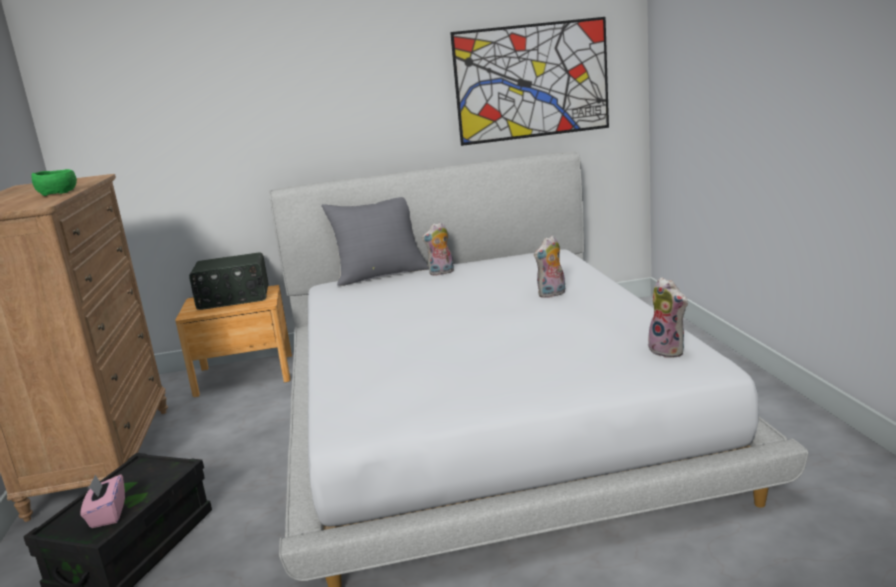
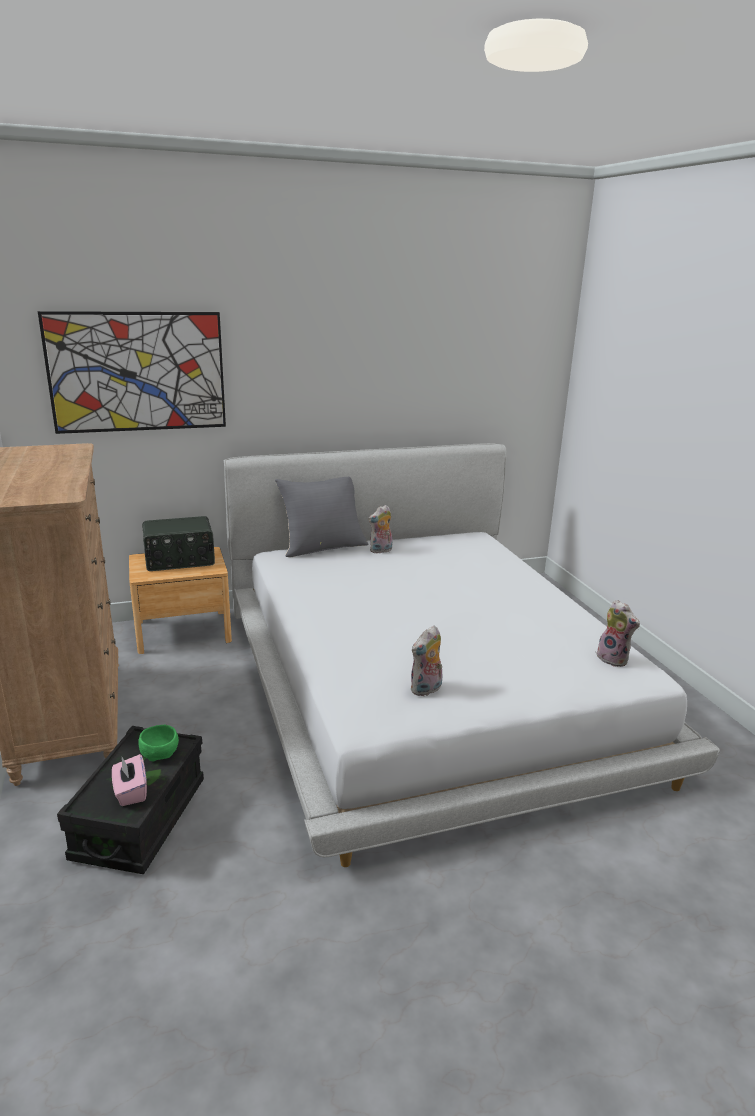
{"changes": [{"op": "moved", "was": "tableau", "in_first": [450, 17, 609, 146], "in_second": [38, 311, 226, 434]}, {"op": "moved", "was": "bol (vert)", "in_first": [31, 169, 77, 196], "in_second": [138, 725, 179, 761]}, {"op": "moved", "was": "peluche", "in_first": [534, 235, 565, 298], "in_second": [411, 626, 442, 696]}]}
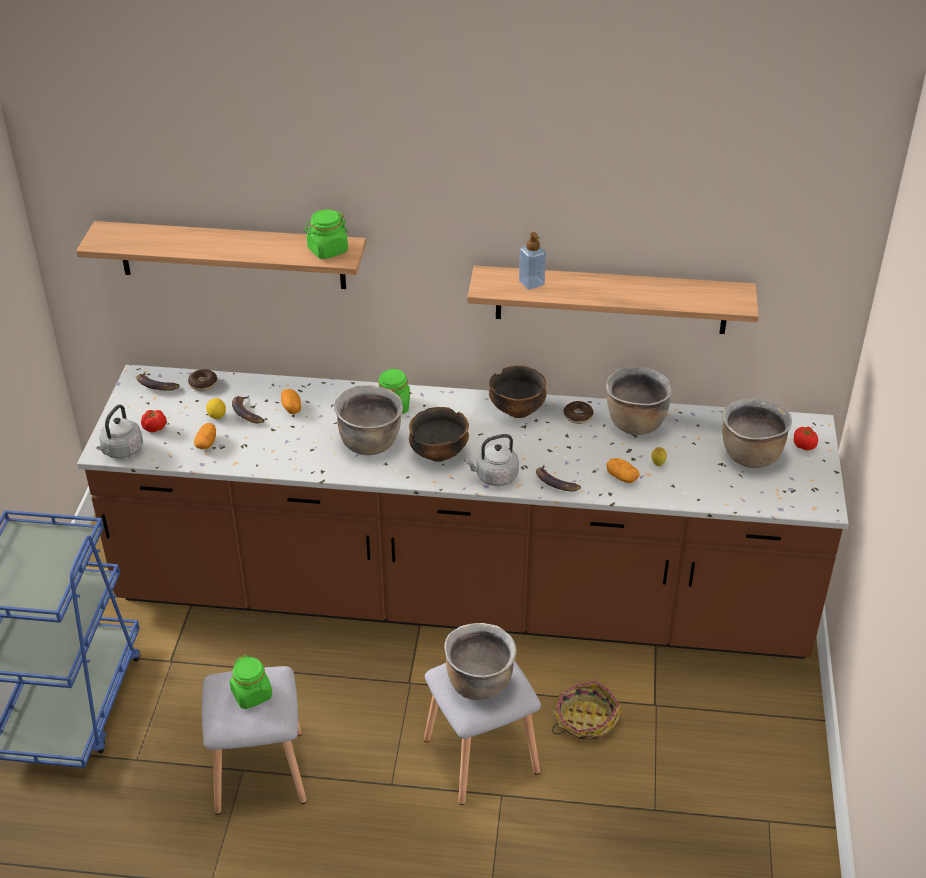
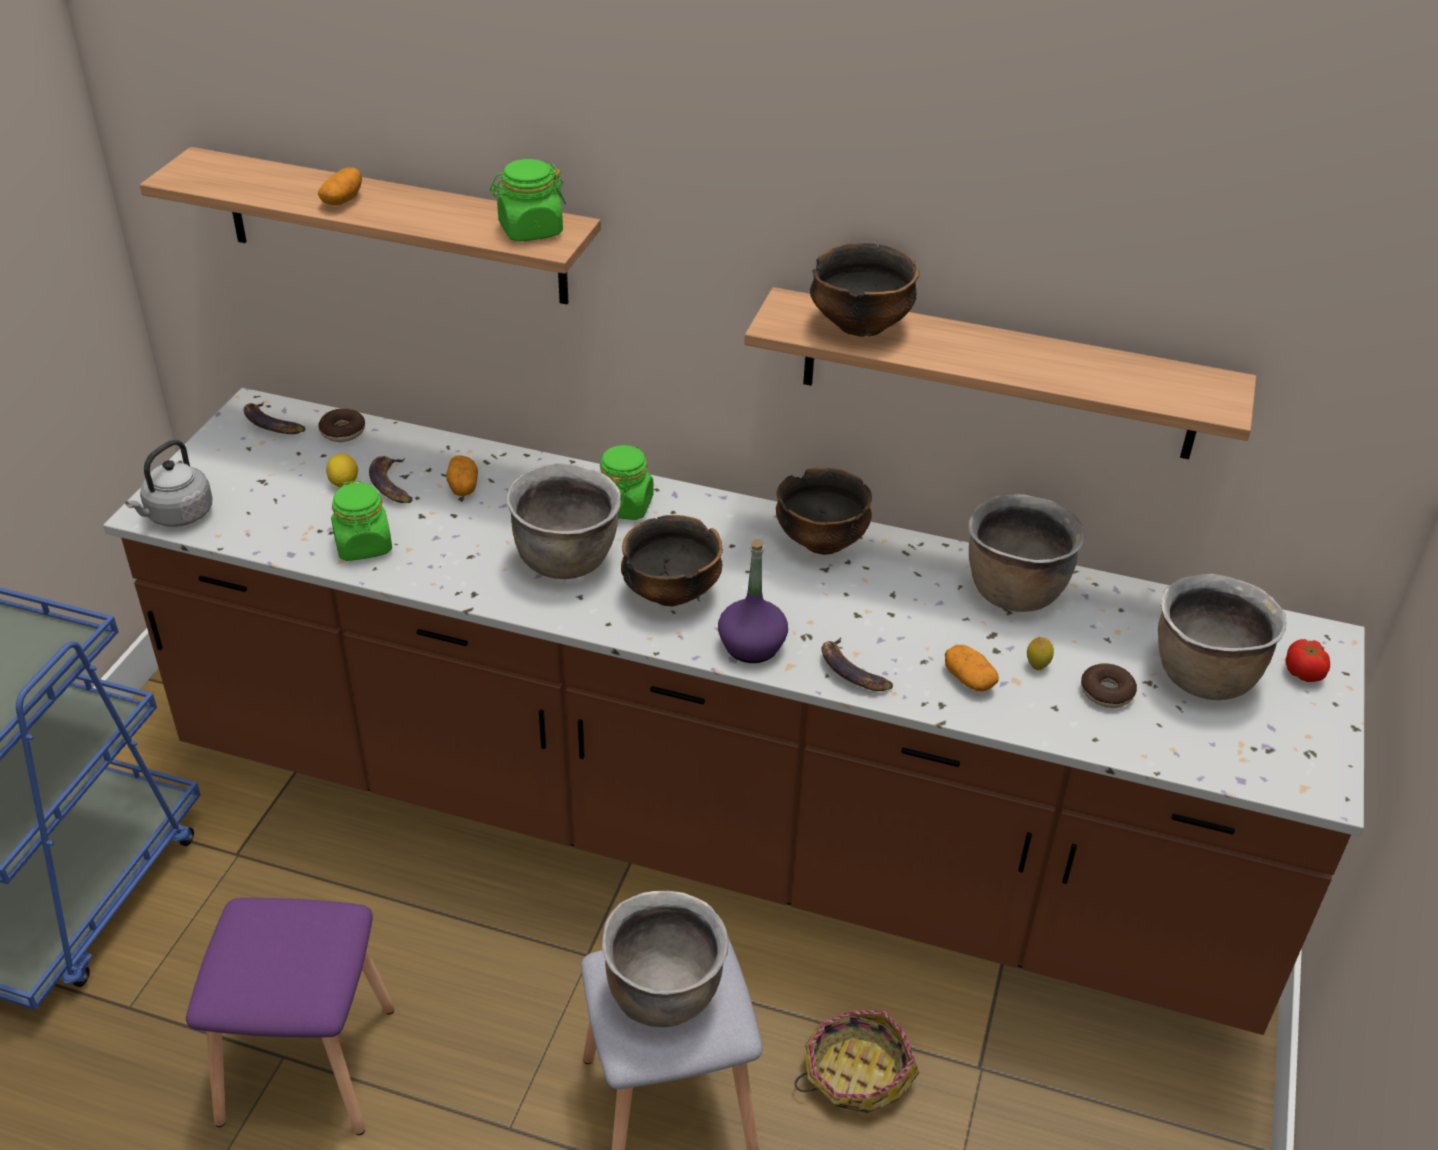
{"changes": [{"op": "recoloured", "was": "tabouret (gris)", "now": "tabouret (violet)", "in_first": [202, 666, 307, 815], "in_second": [186, 898, 394, 1135]}, {"op": "moved", "was": "pomme de terre", "in_first": [194, 423, 216, 449], "in_second": [318, 167, 362, 205]}, {"op": "moved", "was": "bocal (vert)", "in_first": [230, 655, 272, 709], "in_second": [331, 480, 392, 561]}, {"op": "replaced", "was": "bouilloire (gris)", "now": "bouteille (violet)", "in_first": [464, 434, 519, 486], "in_second": [718, 539, 788, 663]}, {"op": "replaced", "was": "distributeur de savon", "now": "bol", "in_first": [519, 232, 546, 290], "in_second": [810, 243, 920, 337]}, {"op": "moved", "was": "beignet", "in_first": [564, 401, 593, 424], "in_second": [1081, 663, 1137, 708]}, {"op": "removed", "was": "tomate", "in_first": [141, 409, 166, 432]}]}
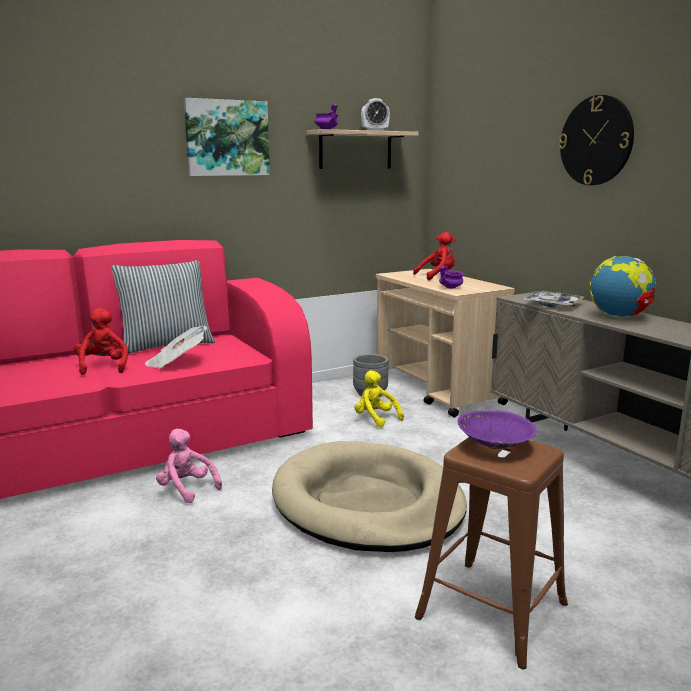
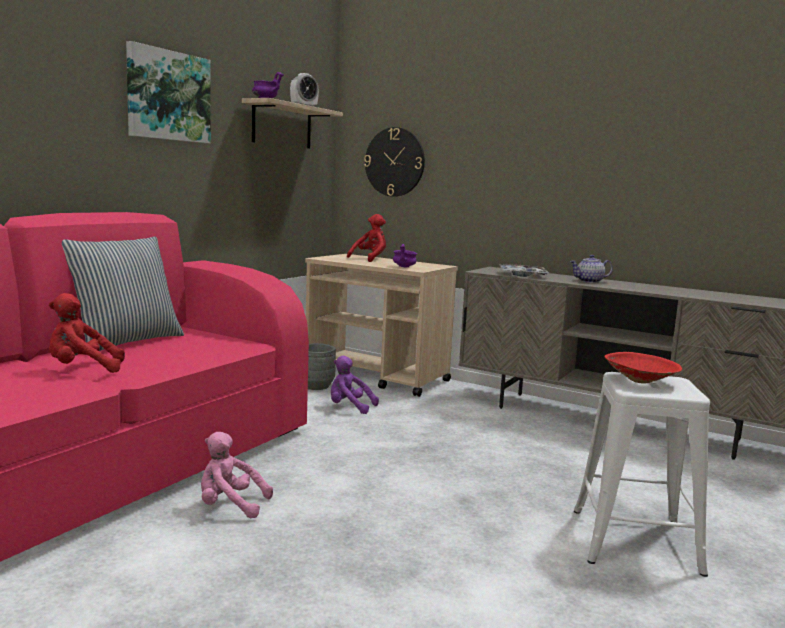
{"changes": [{"op": "turned", "was": "peluche (rouge)", "in_first": [74, 308, 128, 375], "in_second": [49, 293, 125, 373], "clockwise": -60}, {"op": "recoloured", "was": "peluche (jaune)", "now": "peluche (violet)", "in_first": [355, 370, 404, 428], "in_second": [331, 356, 379, 414]}, {"op": "moved", "was": "horloge murale", "in_first": [559, 95, 634, 185], "in_second": [364, 127, 425, 197]}, {"op": "replaced", "was": "globe", "now": "théière", "in_first": [590, 256, 656, 319], "in_second": [570, 255, 613, 283]}, {"op": "recoloured", "was": "tabouret (marron)", "now": "tabouret (blanc)", "in_first": [415, 437, 568, 669], "in_second": [574, 372, 710, 577]}, {"op": "recoloured", "was": "bol (violet)", "now": "bol (rouge)", "in_first": [458, 410, 537, 449], "in_second": [604, 352, 682, 384]}, {"op": "removed", "was": "journal", "in_first": [145, 326, 208, 369]}, {"op": "removed", "was": "panier pour chien (beige)", "in_first": [272, 441, 467, 552]}]}
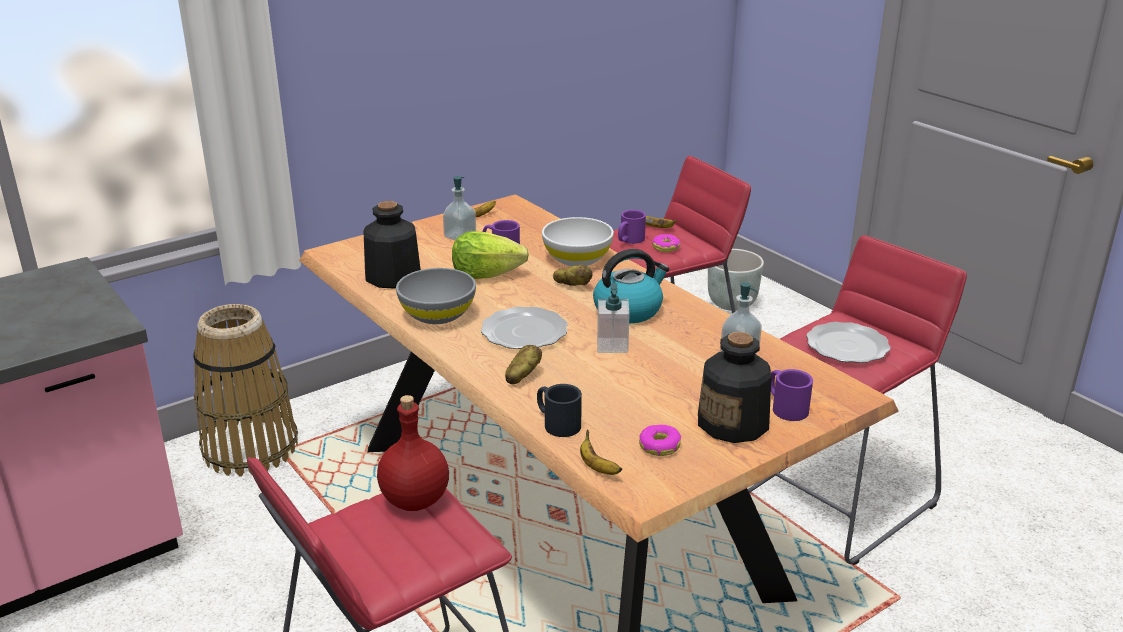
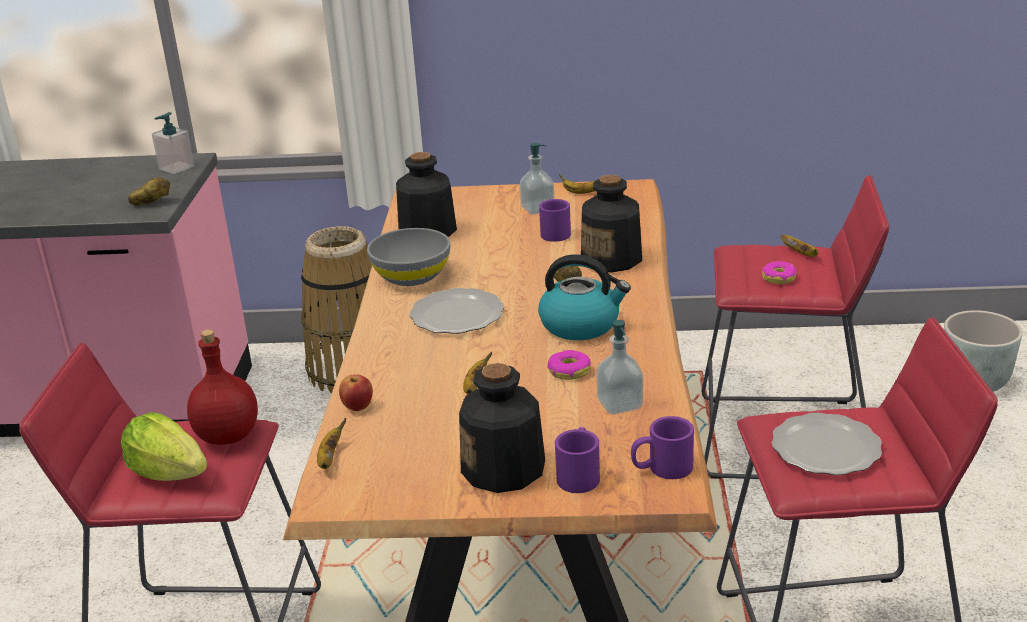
{"changes": [{"op": "moved", "was": "laitue", "in_first": [452, 231, 529, 279], "in_second": [121, 412, 207, 481]}, {"op": "moved", "was": "pomme de terre", "in_first": [505, 345, 542, 384], "in_second": [128, 177, 170, 205]}, {"op": "moved", "was": "distributeur de savon", "in_first": [597, 283, 630, 353], "in_second": [152, 112, 195, 174]}, {"op": "replaced", "was": "mug (noir)", "now": "pomme", "in_first": [537, 384, 582, 437], "in_second": [339, 374, 373, 411]}, {"op": "added", "now": "banane", "in_second": [463, 352, 492, 394]}, {"op": "moved", "was": "beignet", "in_first": [639, 425, 681, 456], "in_second": [547, 350, 591, 380]}, {"op": "replaced", "was": "bol (blanc)", "now": "bouteille", "in_first": [542, 217, 614, 266], "in_second": [581, 175, 642, 273]}, {"op": "moved", "was": "mug (violet)", "in_first": [618, 210, 646, 244], "in_second": [631, 416, 694, 479]}]}
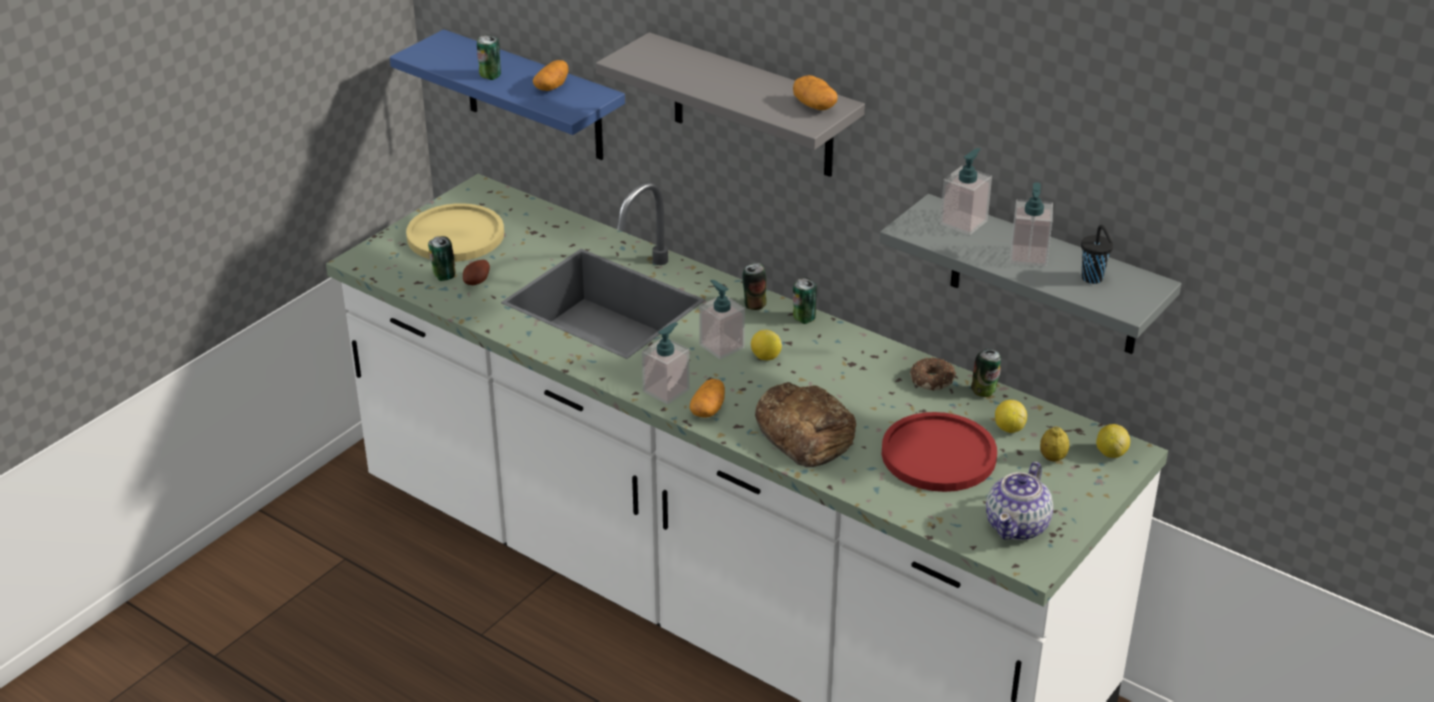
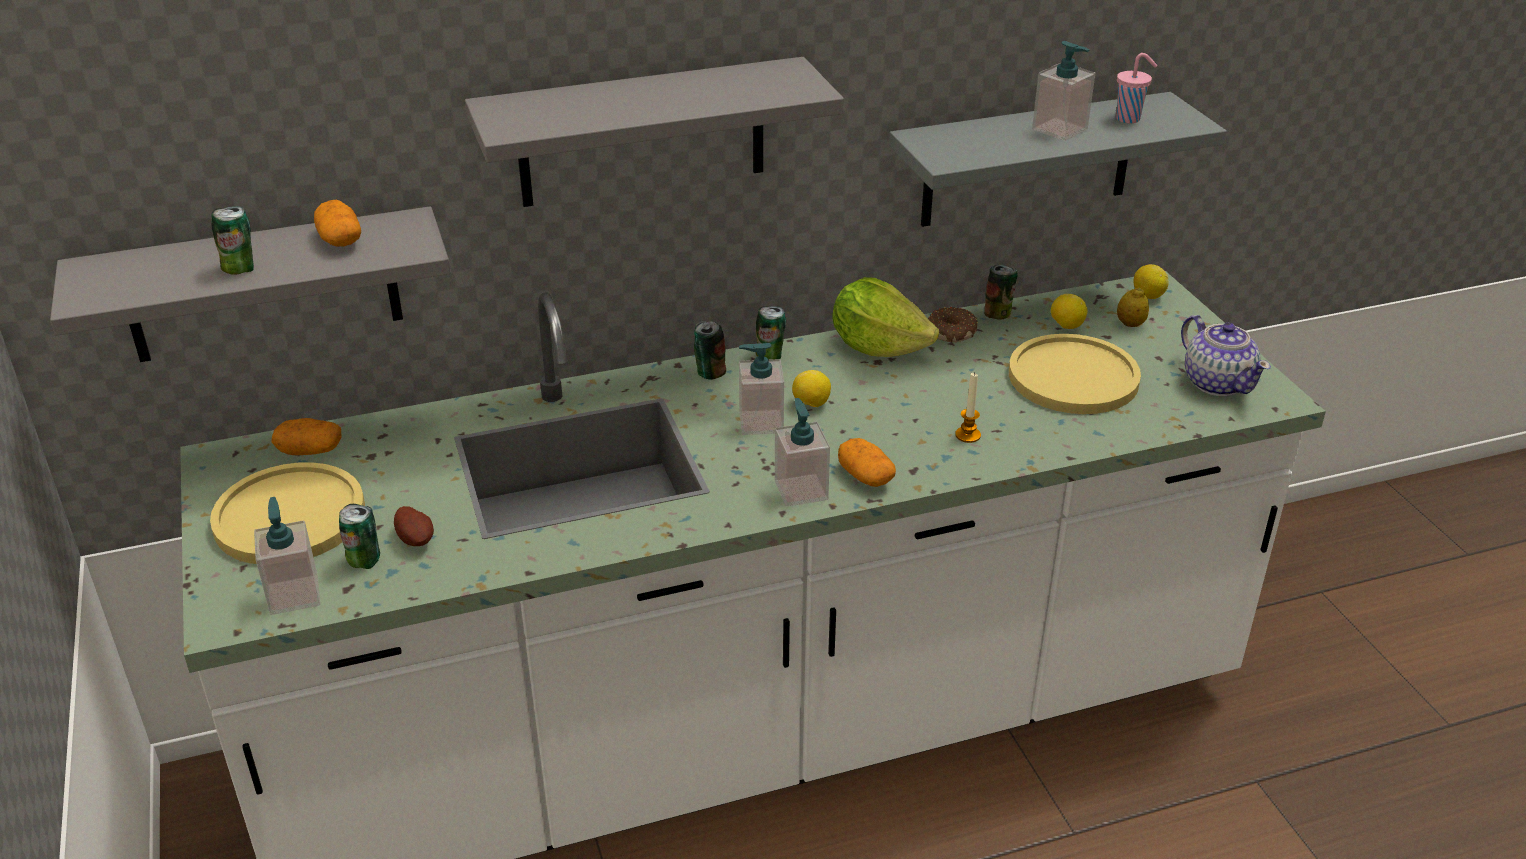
{"changes": [{"op": "recoloured", "was": "étagère (bleu)", "now": "étagère (gris)", "in_first": [390, 29, 625, 160], "in_second": [50, 207, 451, 362]}, {"op": "moved", "was": "distributeur de savon", "in_first": [940, 148, 992, 235], "in_second": [254, 497, 320, 615]}, {"op": "moved", "was": "pomme de terre", "in_first": [793, 75, 837, 110], "in_second": [271, 418, 341, 455]}, {"op": "added", "now": "laitue", "in_second": [832, 277, 939, 357]}, {"op": "replaced", "was": "pain", "now": "bougie", "in_first": [755, 382, 856, 468], "in_second": [955, 372, 981, 443]}, {"op": "recoloured", "was": "assiette (rouge)", "now": "assiette (jaune)", "in_first": [882, 412, 997, 492], "in_second": [1009, 334, 1141, 414]}, {"op": "recoloured", "was": "tasse (noir)", "now": "tasse (rose)", "in_first": [1081, 225, 1113, 284], "in_second": [1116, 53, 1157, 123]}]}
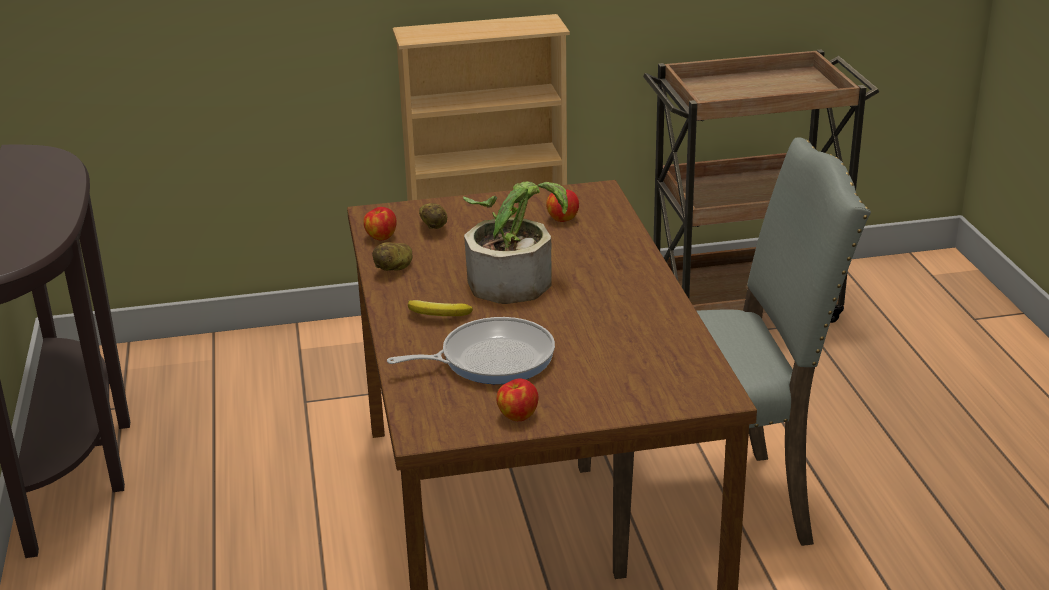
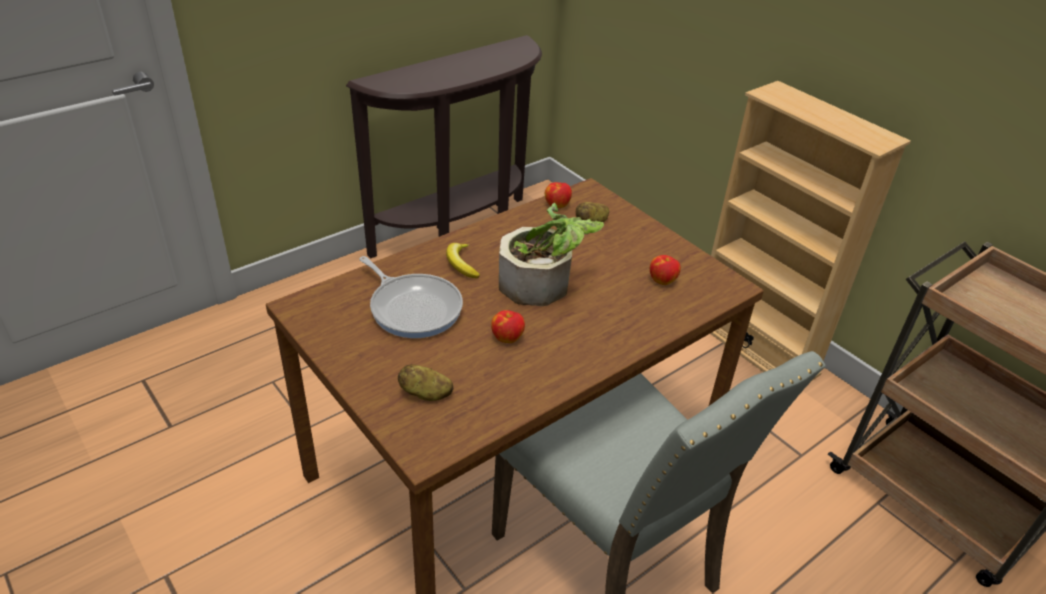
{"changes": [{"op": "moved", "was": "pomme de terre", "in_first": [372, 242, 412, 271], "in_second": [398, 364, 453, 401]}, {"op": "moved", "was": "pomme", "in_first": [496, 378, 539, 421], "in_second": [491, 310, 525, 343]}]}
